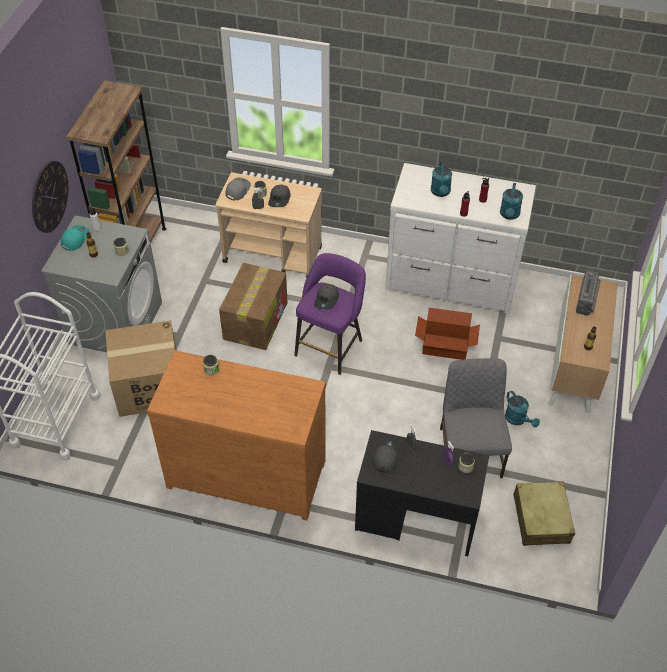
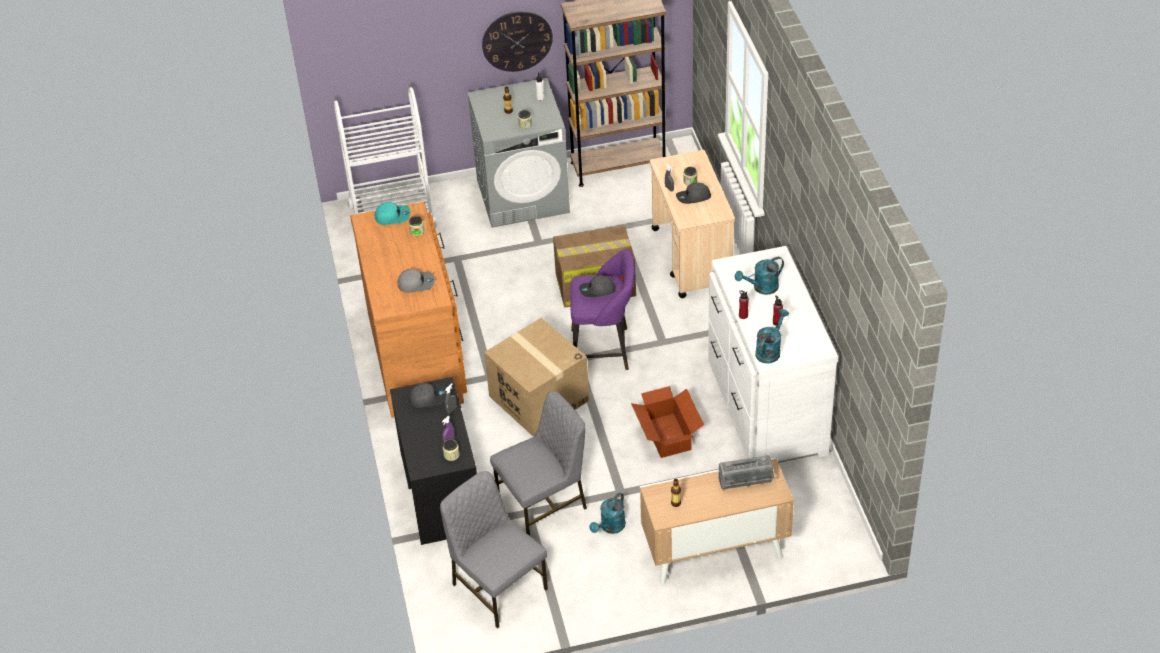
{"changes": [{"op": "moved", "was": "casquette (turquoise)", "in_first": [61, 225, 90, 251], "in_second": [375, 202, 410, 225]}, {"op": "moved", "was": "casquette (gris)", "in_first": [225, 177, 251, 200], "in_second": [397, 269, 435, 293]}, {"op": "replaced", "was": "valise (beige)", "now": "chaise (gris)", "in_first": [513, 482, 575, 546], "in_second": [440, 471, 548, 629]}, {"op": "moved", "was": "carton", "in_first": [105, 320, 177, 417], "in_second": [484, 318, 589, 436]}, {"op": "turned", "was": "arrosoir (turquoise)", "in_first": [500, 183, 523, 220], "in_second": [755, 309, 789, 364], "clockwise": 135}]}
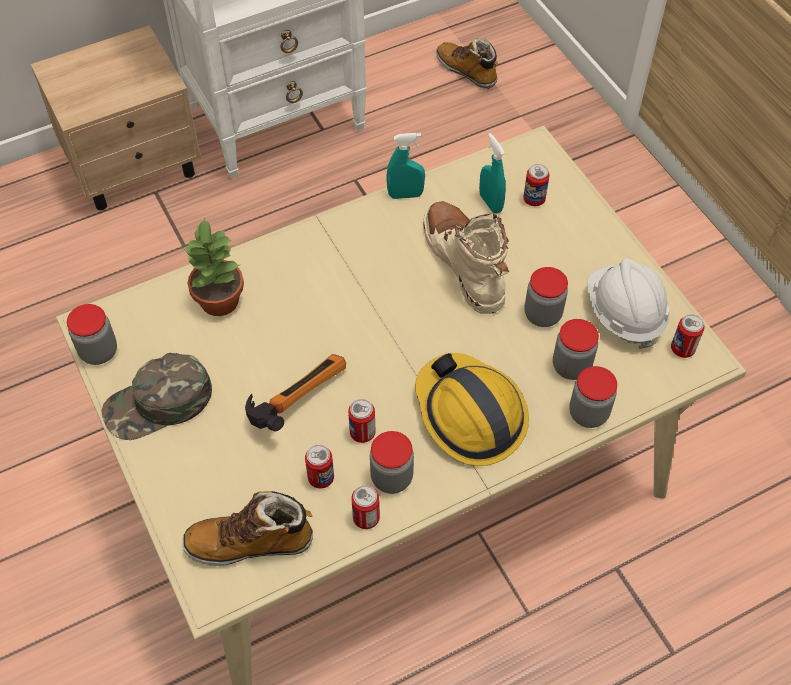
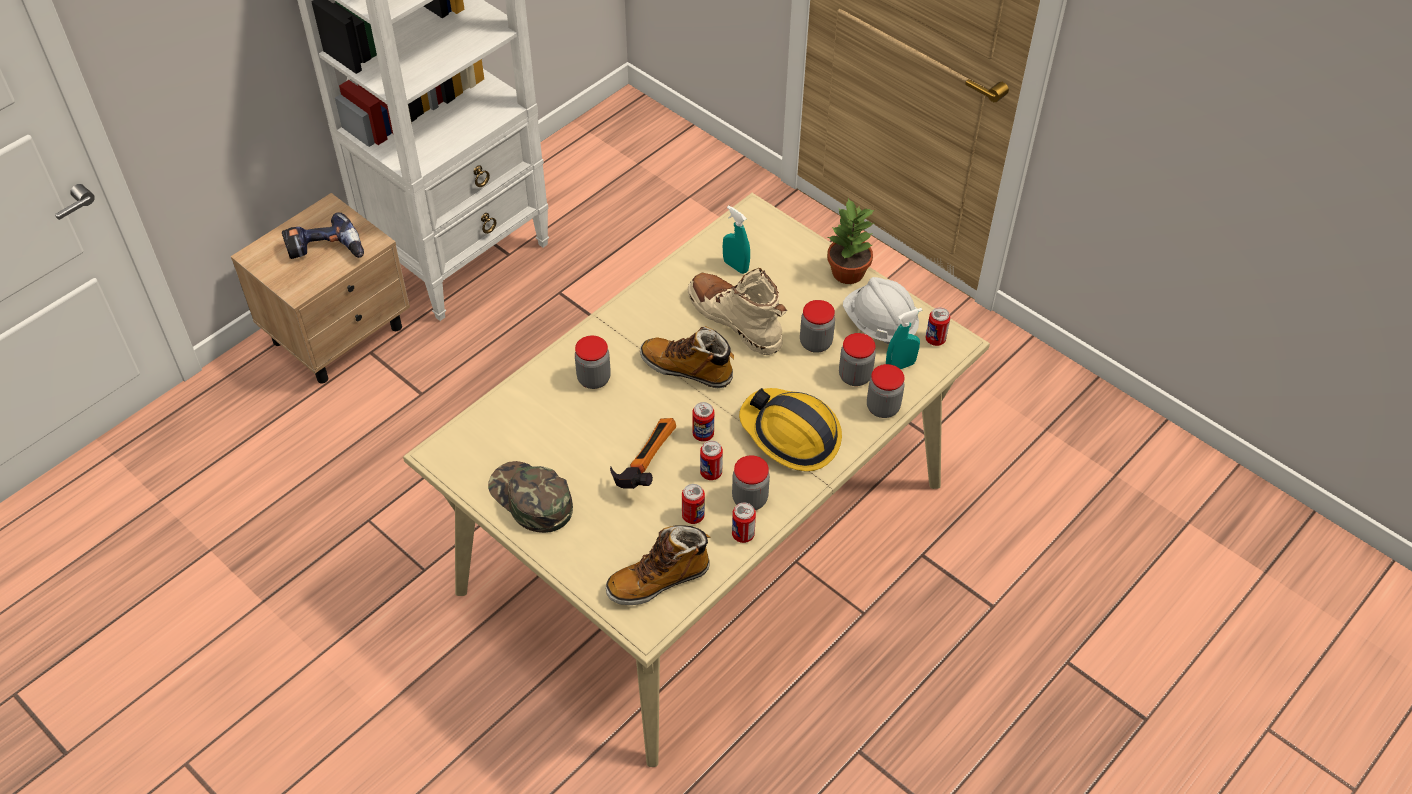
{"changes": [{"op": "added", "now": "perceuse", "in_second": [282, 212, 364, 259]}, {"op": "turned", "was": "casquette (vert)", "in_first": [101, 353, 212, 440], "in_second": [488, 461, 573, 533], "clockwise": 90}, {"op": "moved", "was": "bocal", "in_first": [67, 304, 117, 365], "in_second": [575, 336, 611, 389]}, {"op": "moved", "was": "botte", "in_first": [436, 38, 498, 89], "in_second": [640, 326, 734, 388]}, {"op": "moved", "was": "boîte métallique", "in_first": [523, 164, 550, 206], "in_second": [693, 402, 714, 442]}, {"op": "moved", "was": "plante en pot", "in_first": [182, 217, 244, 316], "in_second": [827, 198, 874, 284]}, {"op": "moved", "was": "vaporisateur (turquoise)", "in_first": [386, 133, 425, 199], "in_second": [886, 308, 922, 369]}]}
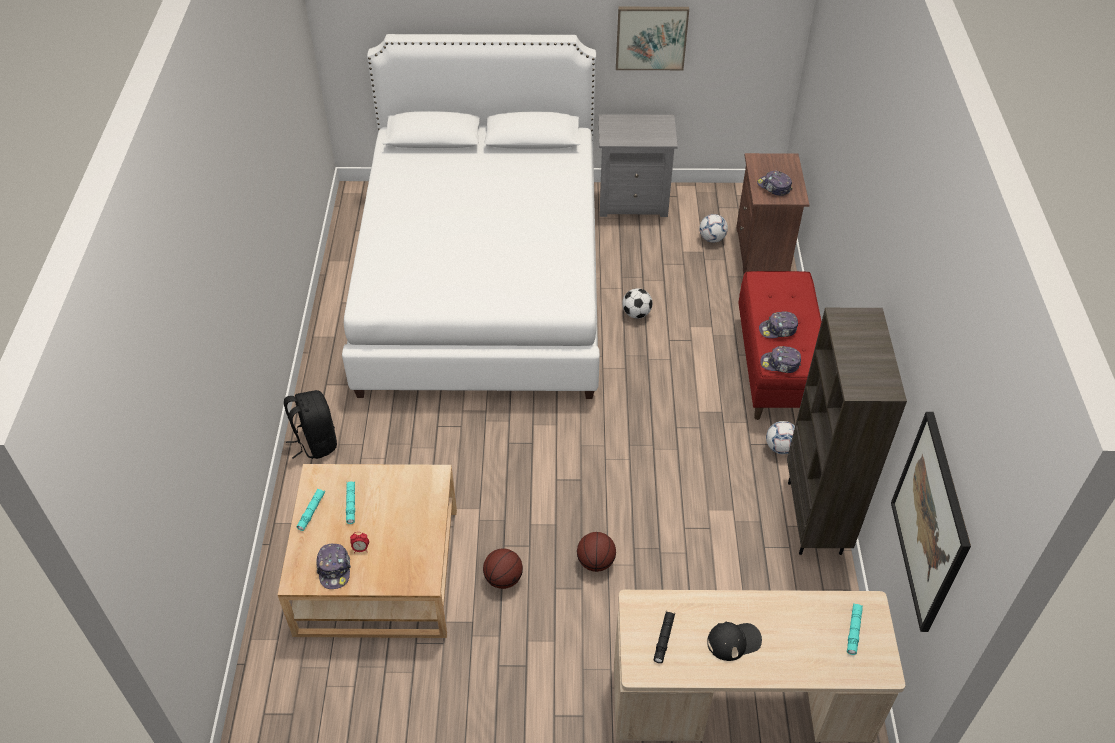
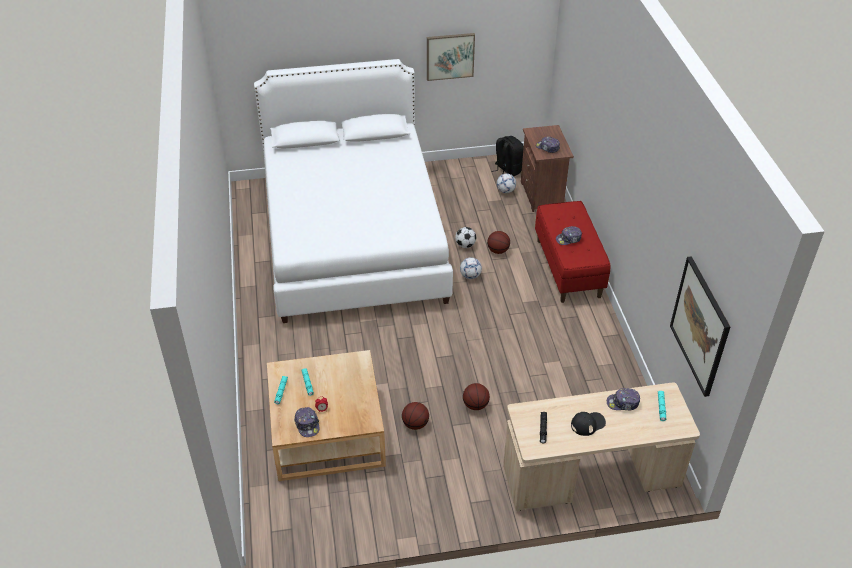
{"changes": [{"op": "moved", "was": "ballon de foot", "in_first": [766, 421, 795, 454], "in_second": [460, 257, 482, 279]}, {"op": "added", "now": "ballon de basket", "in_second": [487, 231, 510, 254]}, {"op": "moved", "was": "sac à dos (noir)", "in_first": [284, 390, 337, 459], "in_second": [491, 136, 524, 176]}, {"op": "moved", "was": "casquette", "in_first": [760, 346, 801, 373], "in_second": [607, 388, 640, 410]}, {"op": "removed", "was": "table de chevet (gris)", "in_first": [598, 114, 678, 217]}, {"op": "removed", "was": "bibliothèque (marron)", "in_first": [787, 308, 907, 555]}]}
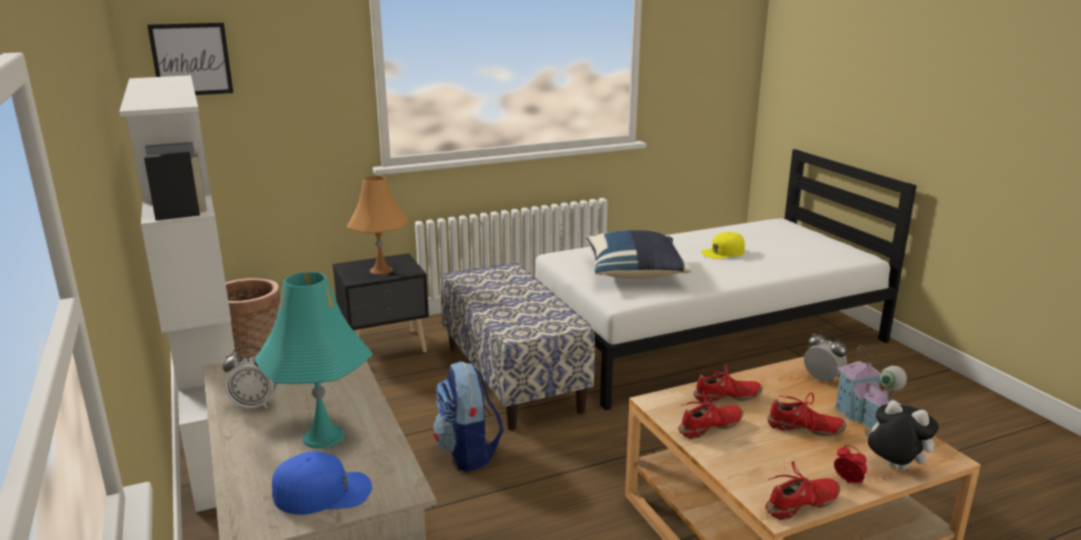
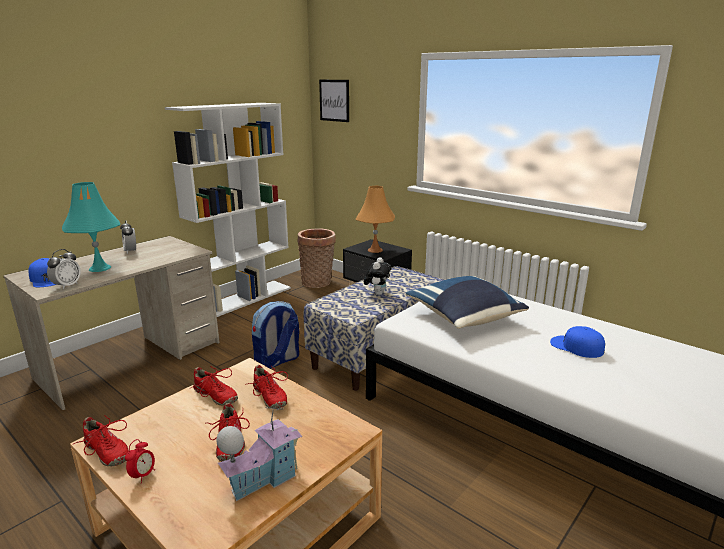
{"changes": [{"op": "moved", "was": "réveil", "in_first": [804, 331, 847, 381], "in_second": [47, 249, 81, 289]}, {"op": "moved", "was": "peluche", "in_first": [864, 400, 939, 471], "in_second": [364, 257, 392, 295]}, {"op": "recoloured", "was": "casquette (jaune)", "now": "casquette (bleu)", "in_first": [701, 232, 745, 259], "in_second": [550, 326, 605, 358]}]}
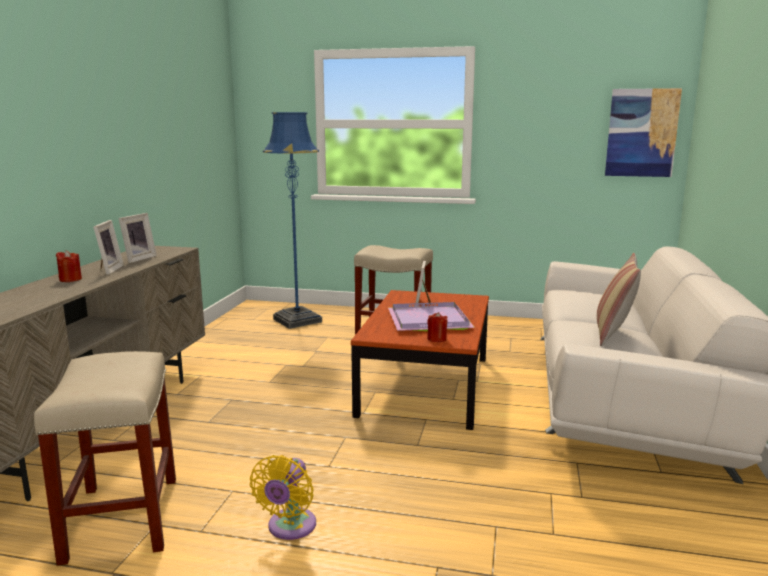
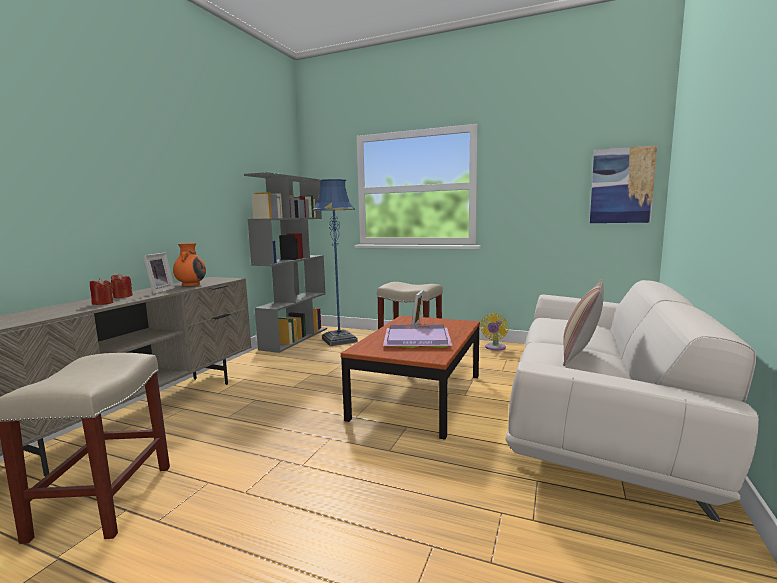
{"changes": [{"op": "moved", "was": "bougie (rouge)", "in_first": [427, 312, 448, 342], "in_second": [90, 278, 113, 305]}, {"op": "replaced", "was": "cadre photo", "now": "vase (orange)", "in_first": [119, 213, 157, 263], "in_second": [173, 243, 206, 286]}, {"op": "added", "now": "bibliothèque (gris)", "in_second": [244, 172, 327, 353]}, {"op": "moved", "was": "ventilateur (jaune)", "in_first": [250, 455, 316, 540], "in_second": [480, 313, 508, 350]}]}
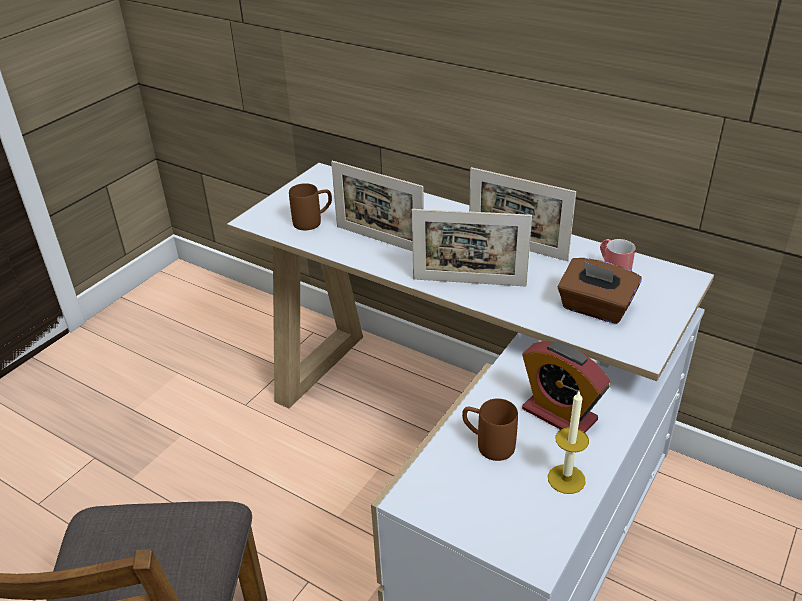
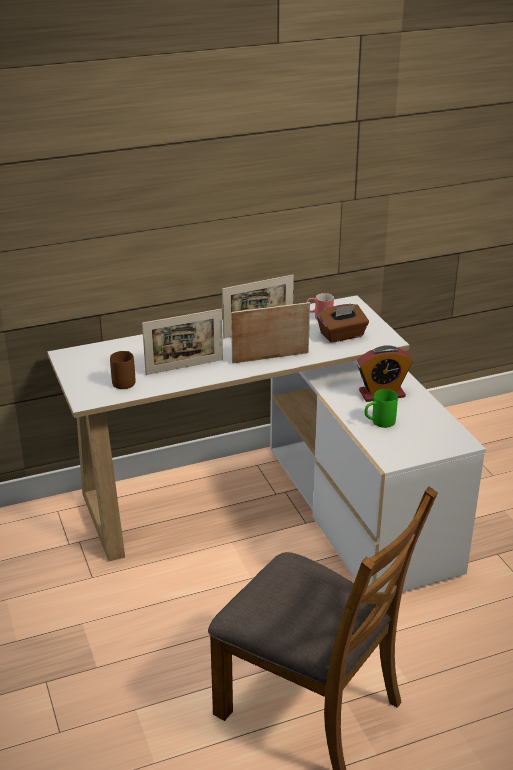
{"changes": [{"op": "turned", "was": "cadre photo", "in_first": [412, 209, 532, 286], "in_second": [231, 302, 310, 364], "clockwise": -150}, {"op": "recoloured", "was": "mug (marron)", "now": "mug (vert)", "in_first": [462, 399, 518, 461], "in_second": [365, 389, 398, 428]}, {"op": "removed", "was": "bougie", "in_first": [548, 391, 589, 494]}]}
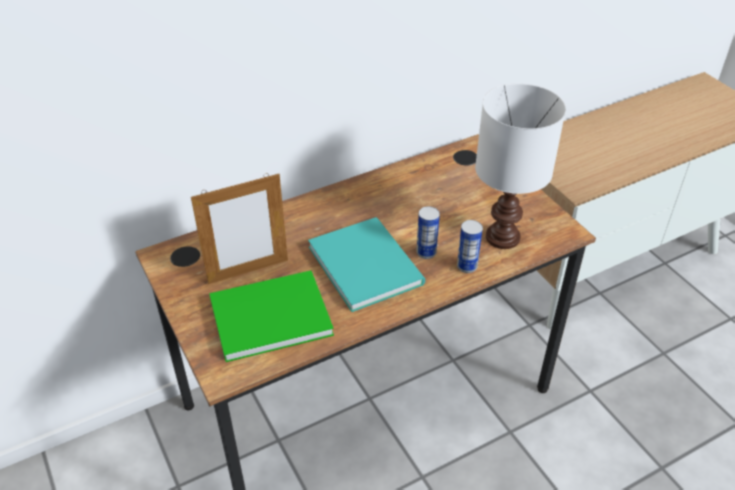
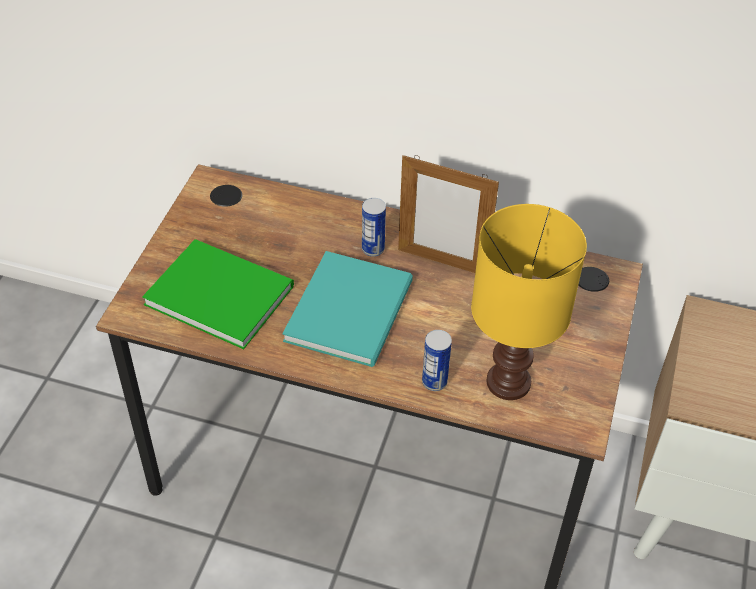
{"changes": [{"op": "moved", "was": "boîte métallique", "in_first": [416, 206, 440, 259], "in_second": [362, 198, 386, 257]}, {"op": "moved", "was": "cadre photo", "in_first": [191, 173, 288, 284], "in_second": [398, 155, 499, 273]}, {"op": "recoloured", "was": "lampe de table (blanc)", "now": "lampe de table (jaune)", "in_first": [475, 83, 566, 249], "in_second": [471, 204, 587, 400]}]}
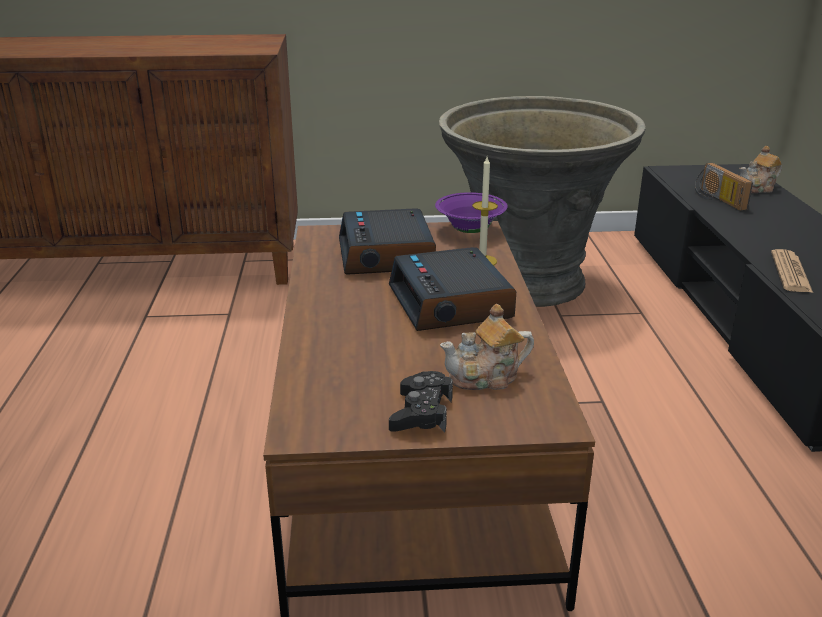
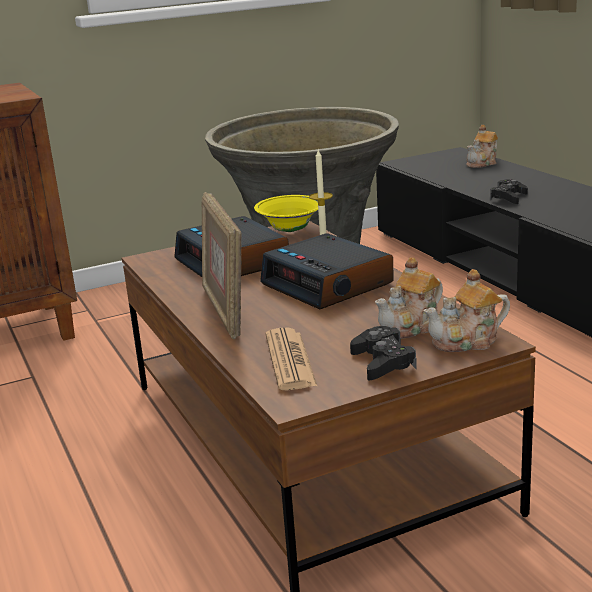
{"changes": [{"op": "added", "now": "cadre photo", "in_second": [202, 192, 241, 339]}, {"op": "recoloured", "was": "bol (violet)", "now": "bol (jaune)", "in_first": [435, 192, 508, 233], "in_second": [254, 195, 318, 232]}, {"op": "moved", "was": "journal", "in_first": [771, 249, 813, 293], "in_second": [266, 328, 317, 390]}, {"op": "added", "now": "théière", "in_second": [424, 269, 510, 352]}, {"op": "added", "now": "manette (noir)", "in_second": [490, 179, 528, 204]}, {"op": "removed", "was": "radio", "in_first": [695, 163, 753, 211]}]}
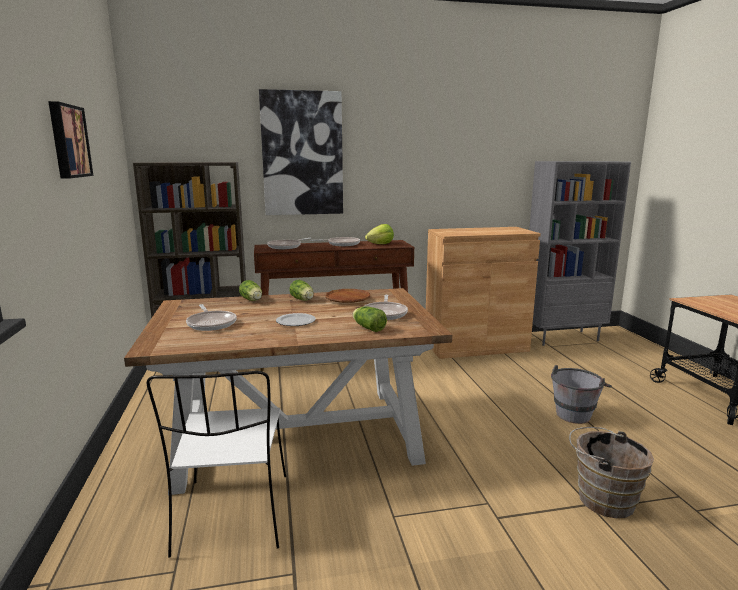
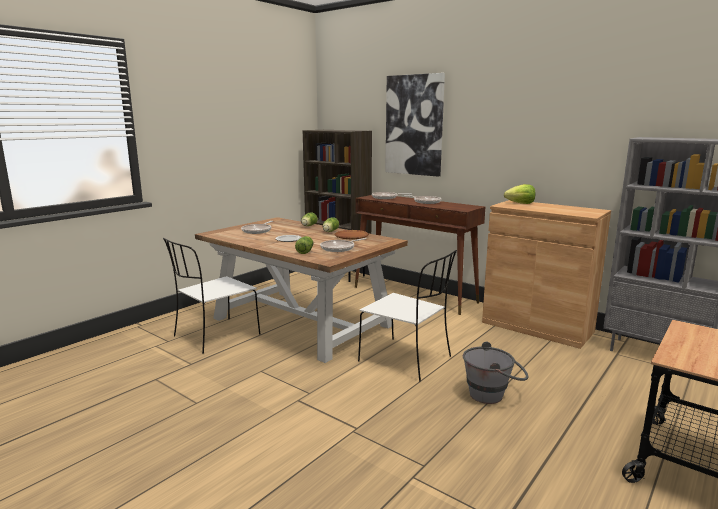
{"changes": [{"op": "added", "now": "chaise (blanc)", "in_second": [358, 250, 457, 381]}, {"op": "moved", "was": "laitue", "in_first": [365, 224, 394, 244], "in_second": [504, 184, 535, 204]}, {"op": "removed", "was": "tableau", "in_first": [48, 101, 94, 178]}, {"op": "removed", "was": "seau (marron)", "in_first": [569, 427, 654, 518]}]}
